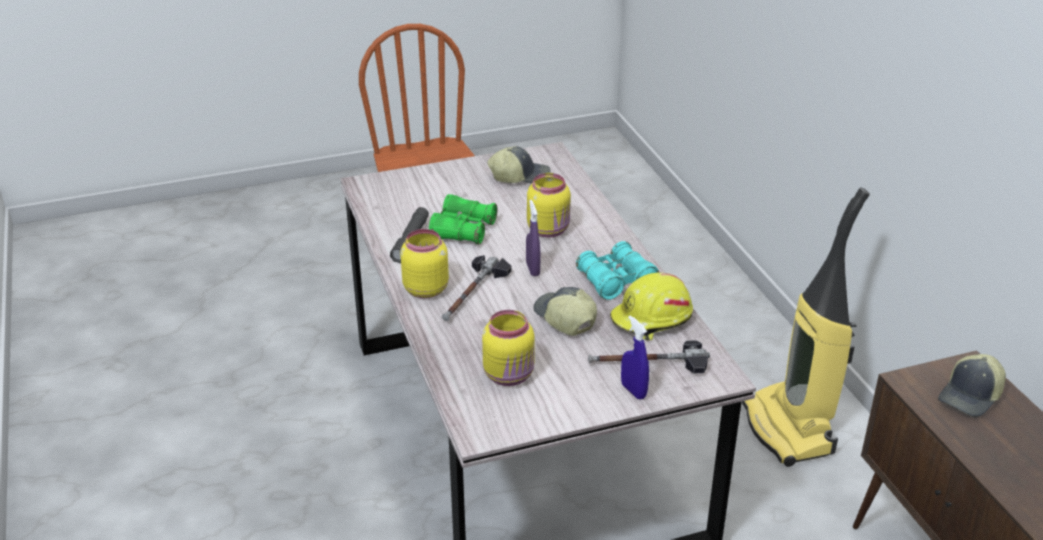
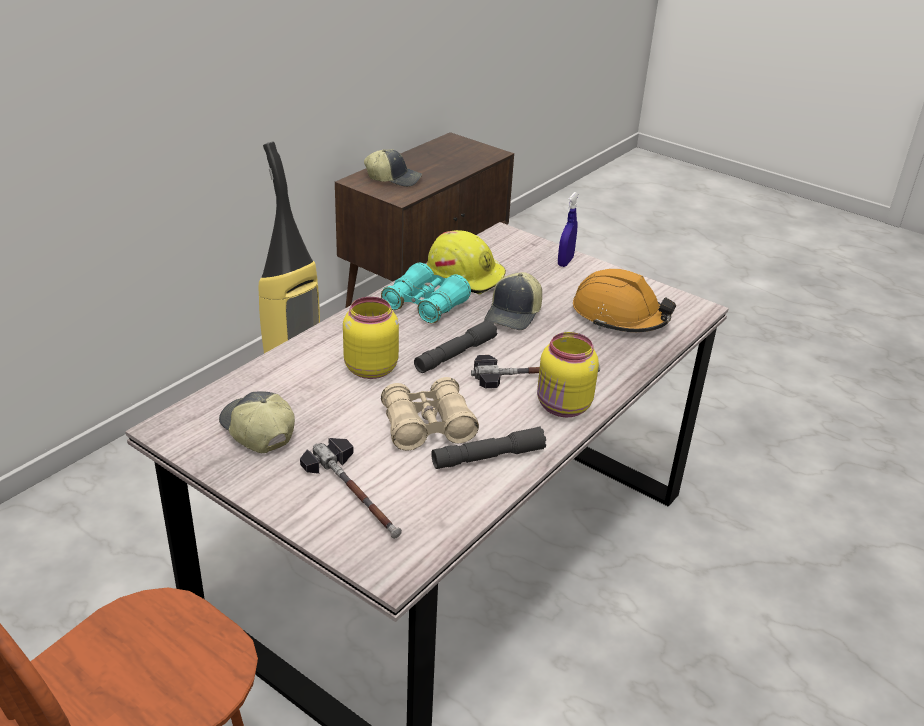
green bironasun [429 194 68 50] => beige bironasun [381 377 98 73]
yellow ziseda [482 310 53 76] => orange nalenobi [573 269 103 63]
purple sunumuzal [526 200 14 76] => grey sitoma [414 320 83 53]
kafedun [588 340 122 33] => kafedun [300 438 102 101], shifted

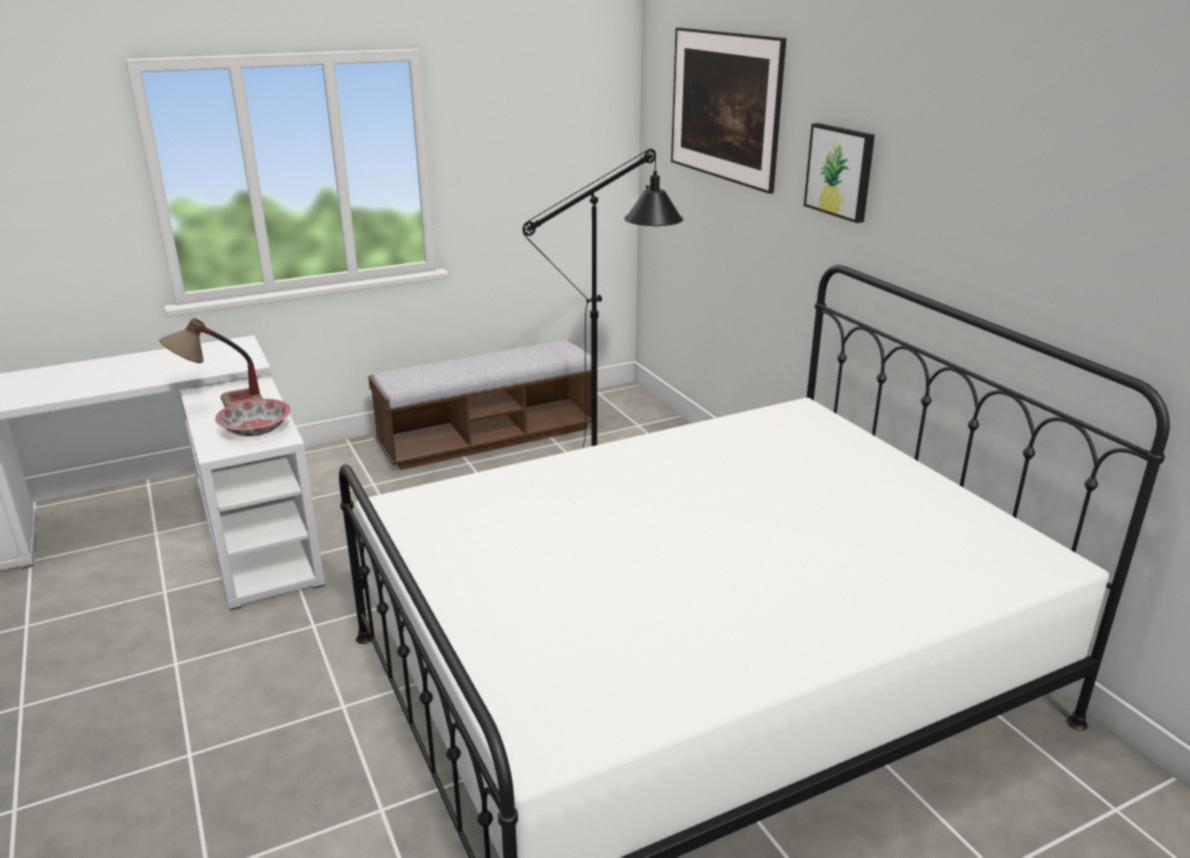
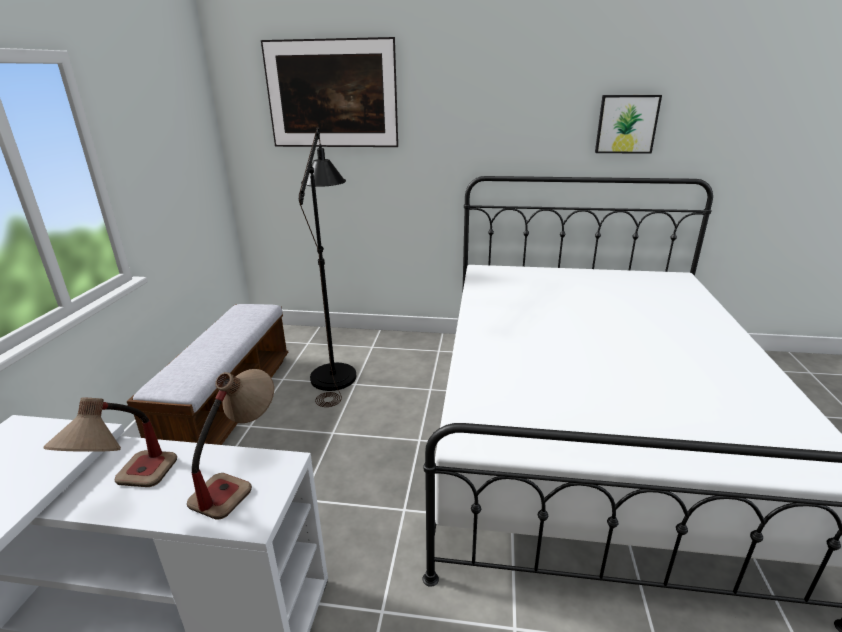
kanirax [215 399 76 37] => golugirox [187 369 87 151]
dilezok [804 123 71 100] => dilezok [595 95 67 59], shifted

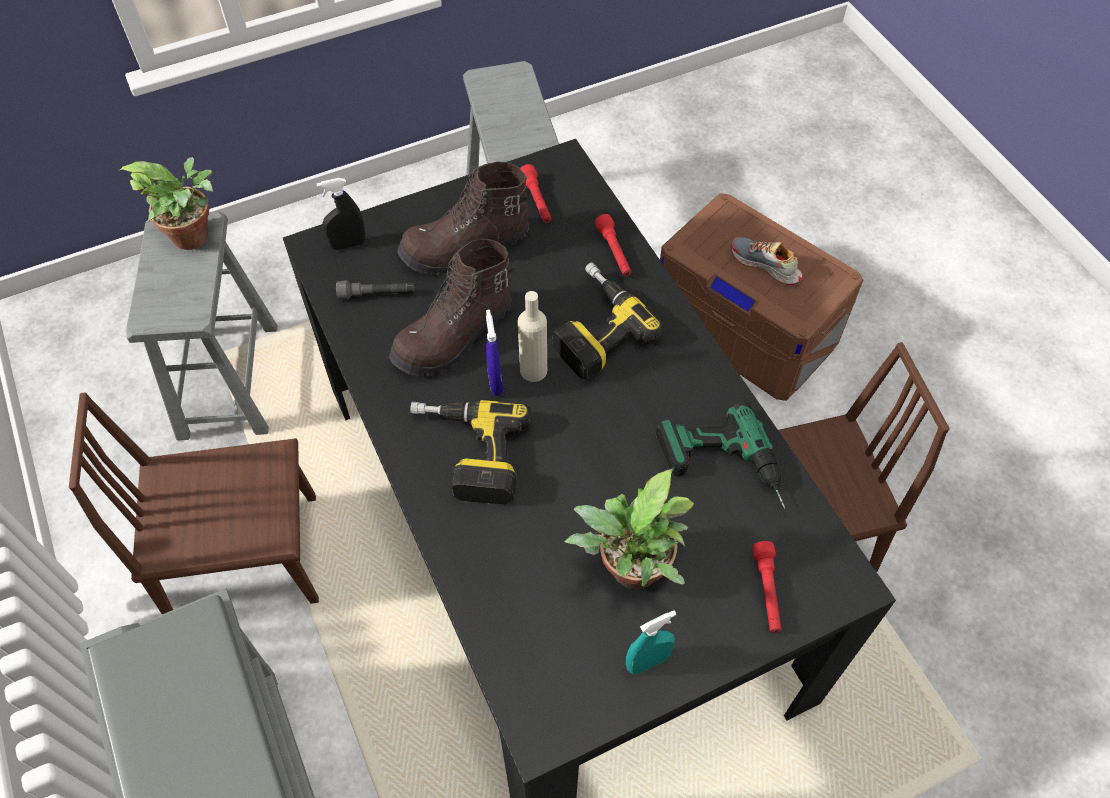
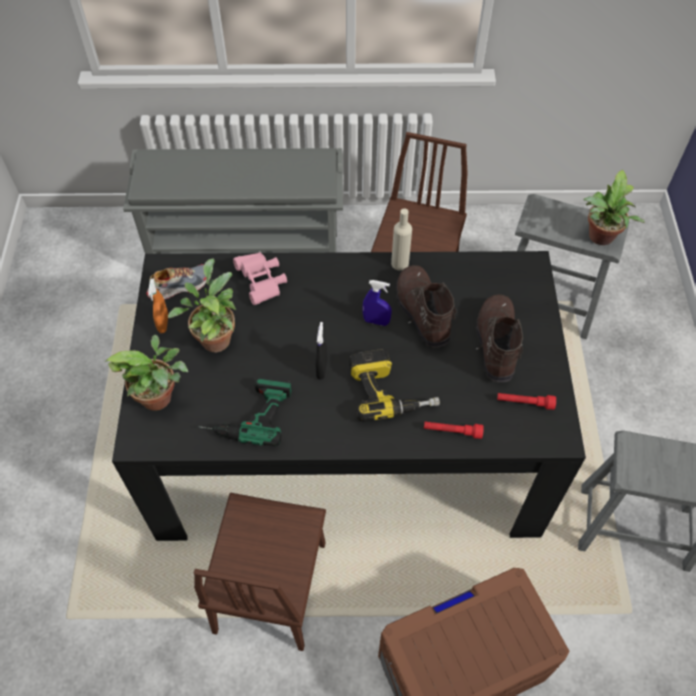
black sunumuzal [316 178 49 72] => black sunumuzal [316 322 11 58], shifted
grey sitoma [336 280 78 20] => nothing
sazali [410 400 122 104] => nothing
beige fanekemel [518 291 29 91] => beige fanekemel [391 209 21 62], shifted
turquoise sunumuzal [626 611 50 64] => orange sunumuzal [148 279 20 54]
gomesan [731 237 72 48] => gomesan [146 264 61 36], shifted
red sitoma [752 541 30 92] => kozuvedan [104 335 84 76]
nothing => pink bironasun [233 252 54 53]

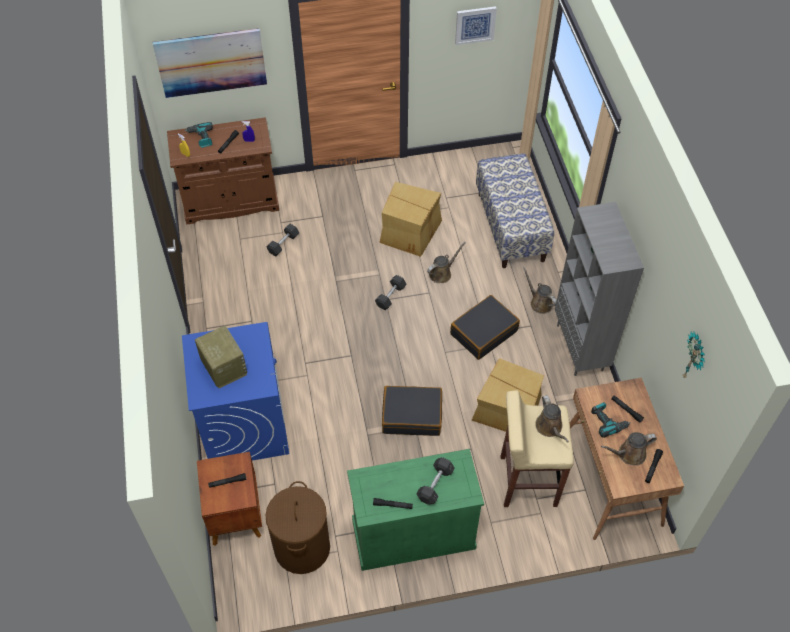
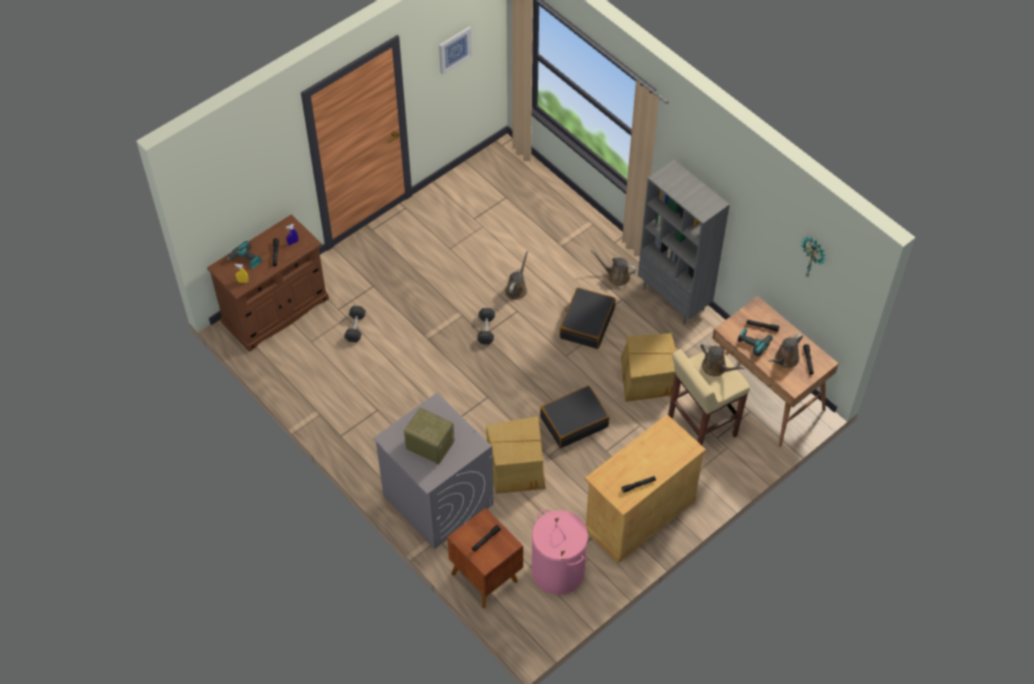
dilezok [153 28 114 70] => nothing
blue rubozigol [182 322 107 139] => grey rubozigol [373 392 121 157]
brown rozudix [266 481 64 93] => pink rozudix [532 509 56 86]
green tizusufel [347 449 137 122] => beige tizusufel [584 414 122 150]
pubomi [379 182 63 75] => pubomi [486 416 60 78], shifted
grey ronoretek [416 457 39 48] => nothing
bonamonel [476 153 78 115] => nothing

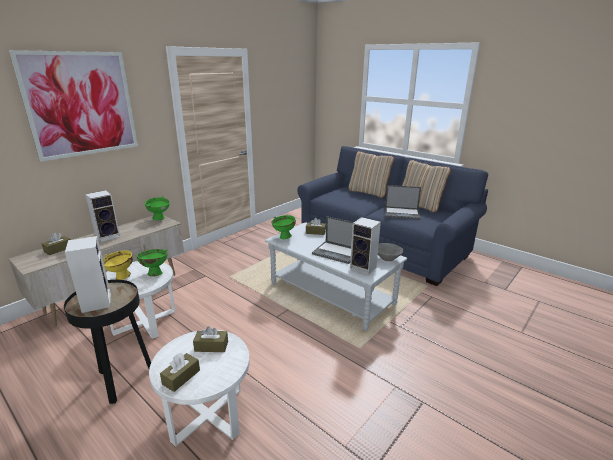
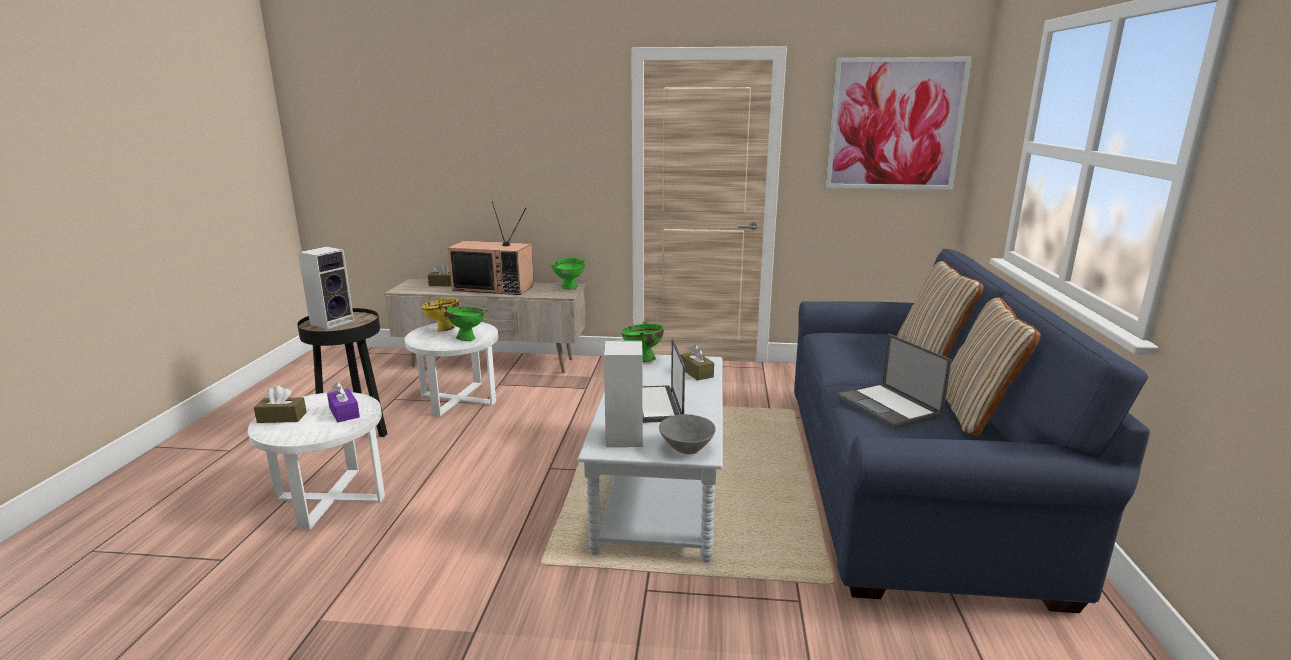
dilezok [9 50 129 112] => dilezok [826 57 146 133], shifted
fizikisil [85 190 35 52] => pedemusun [448 201 86 94]
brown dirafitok [193 326 35 26] => purple dirafitok [327 382 33 40]

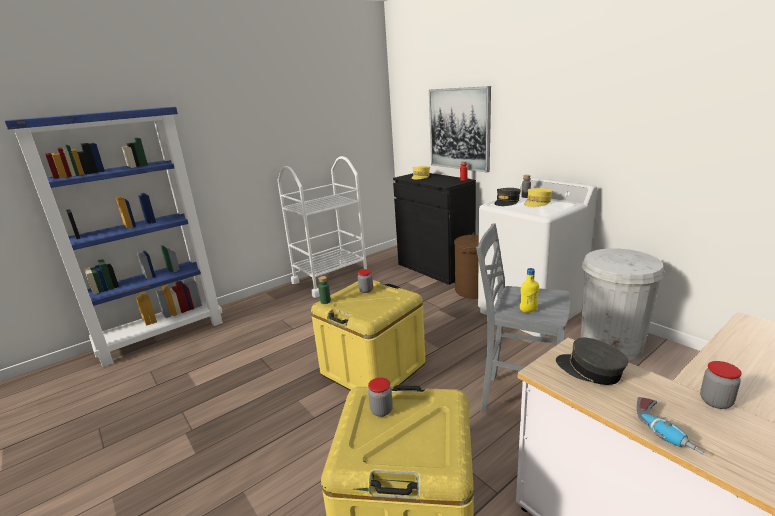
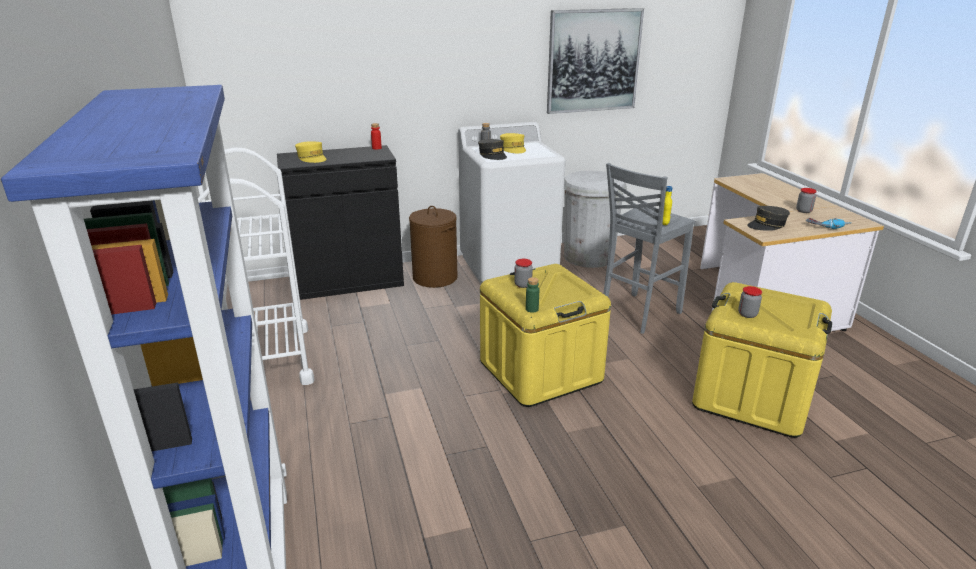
dilezok [429 86 62 86] => dilezok [547 8 97 106], shifted

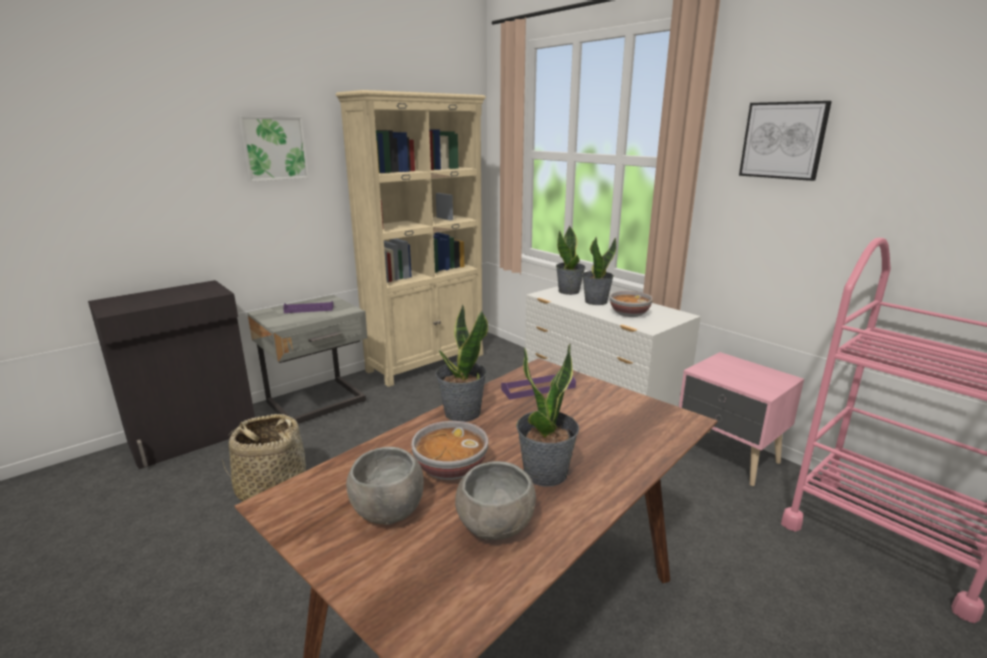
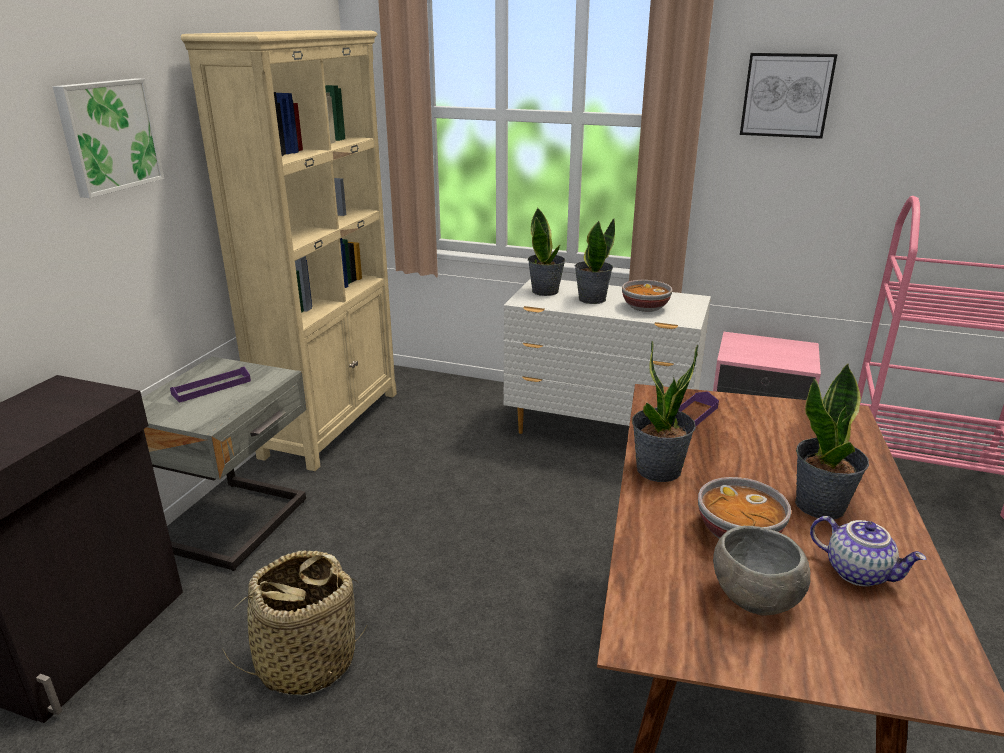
grey kanirax [455 461 81 79] => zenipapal [810 516 116 71]

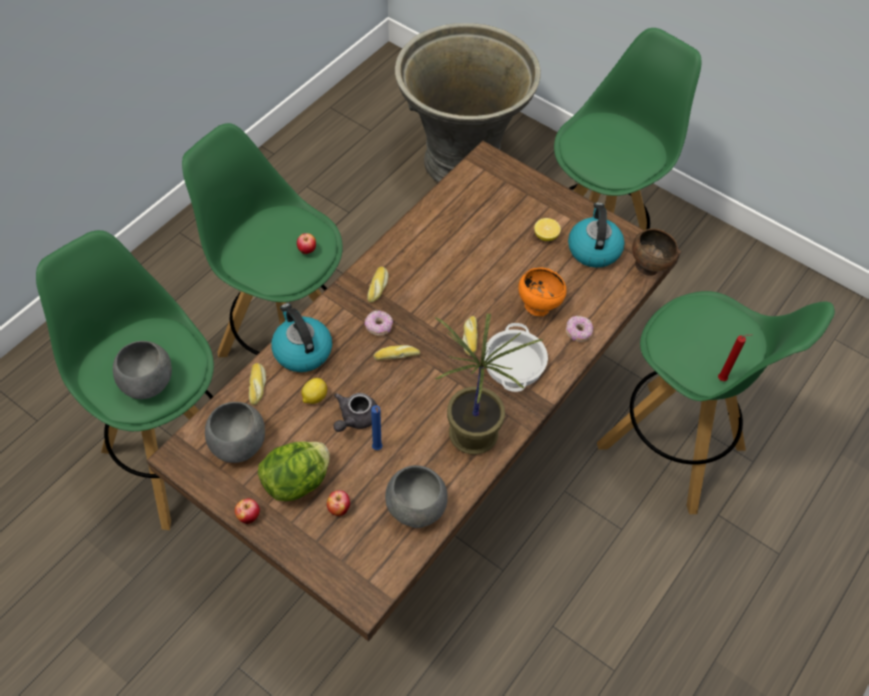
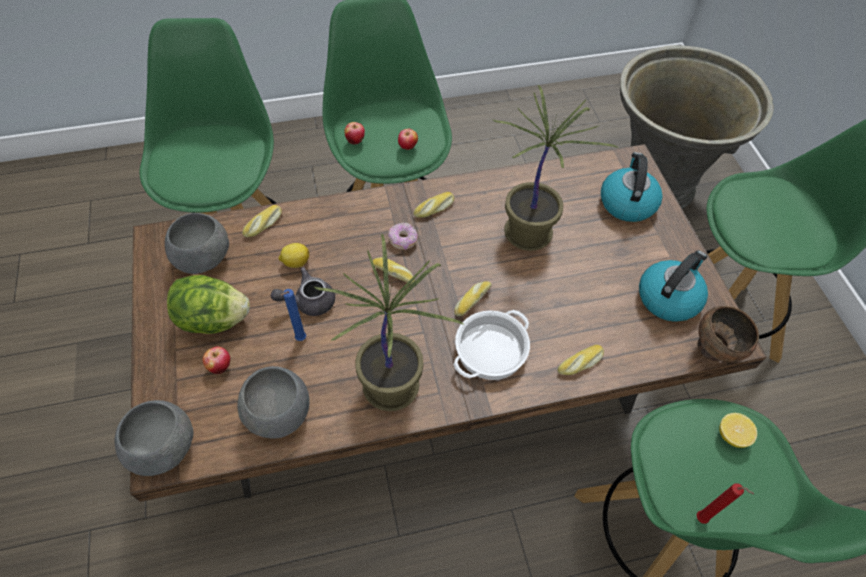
grey kanirax [113 341 59 58] => grey kanirax [115 400 79 76], shifted
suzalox [235 498 25 26] => suzalox [345 122 20 23], shifted
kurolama [271 303 61 69] => kurolama [601 152 62 70], shifted
orange kanirax [518 267 49 49] => nothing
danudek [534 218 27 23] => danudek [719 413 38 35], shifted
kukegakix [566 316 27 26] => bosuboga [557 345 47 30]
nothing => kozuvedan [492 85 127 166]

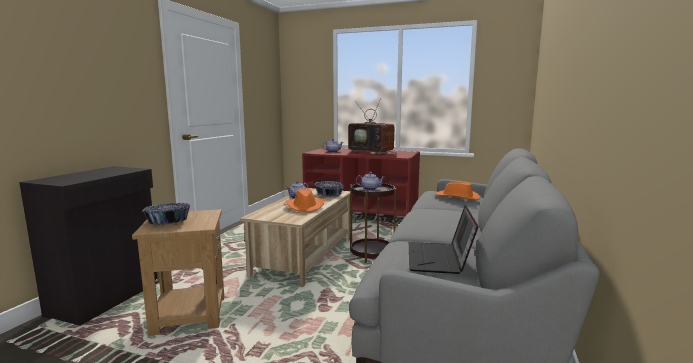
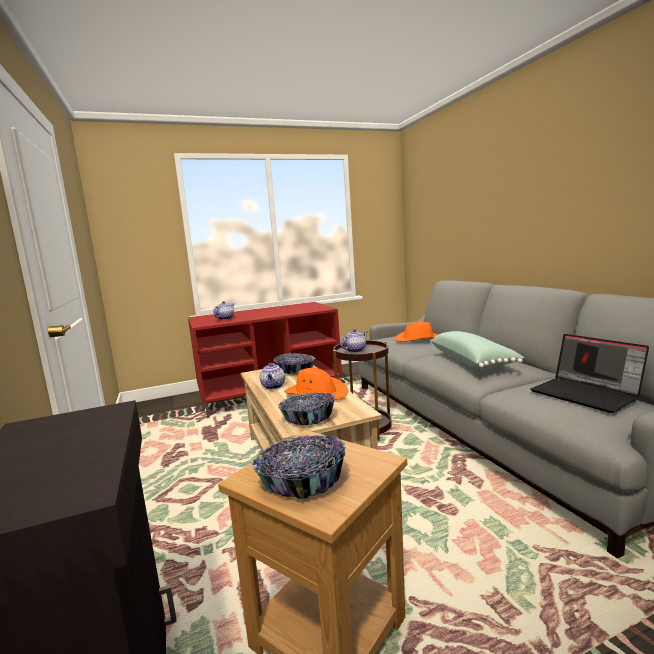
pedemusun [348 101 49 53] => nothing
nothing => kanirax [278 393 57 33]
nothing => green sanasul [430 331 94 38]

